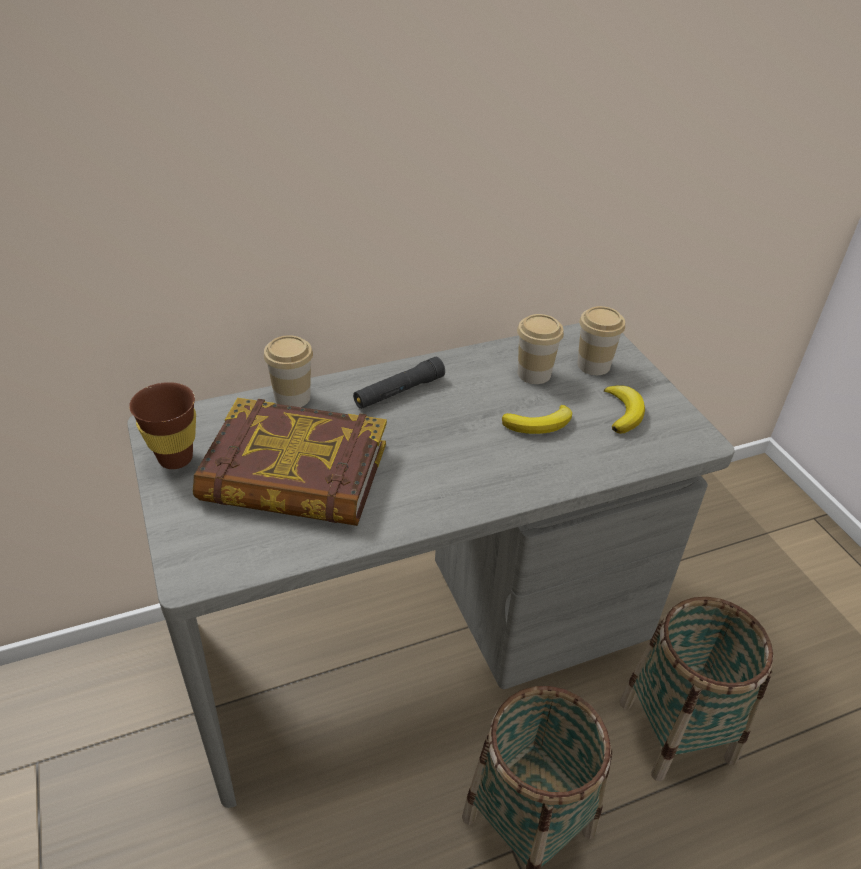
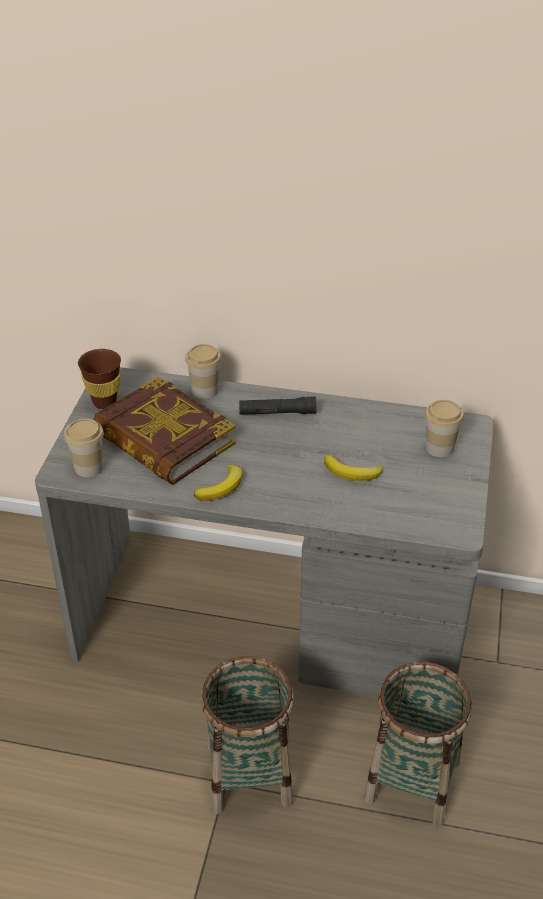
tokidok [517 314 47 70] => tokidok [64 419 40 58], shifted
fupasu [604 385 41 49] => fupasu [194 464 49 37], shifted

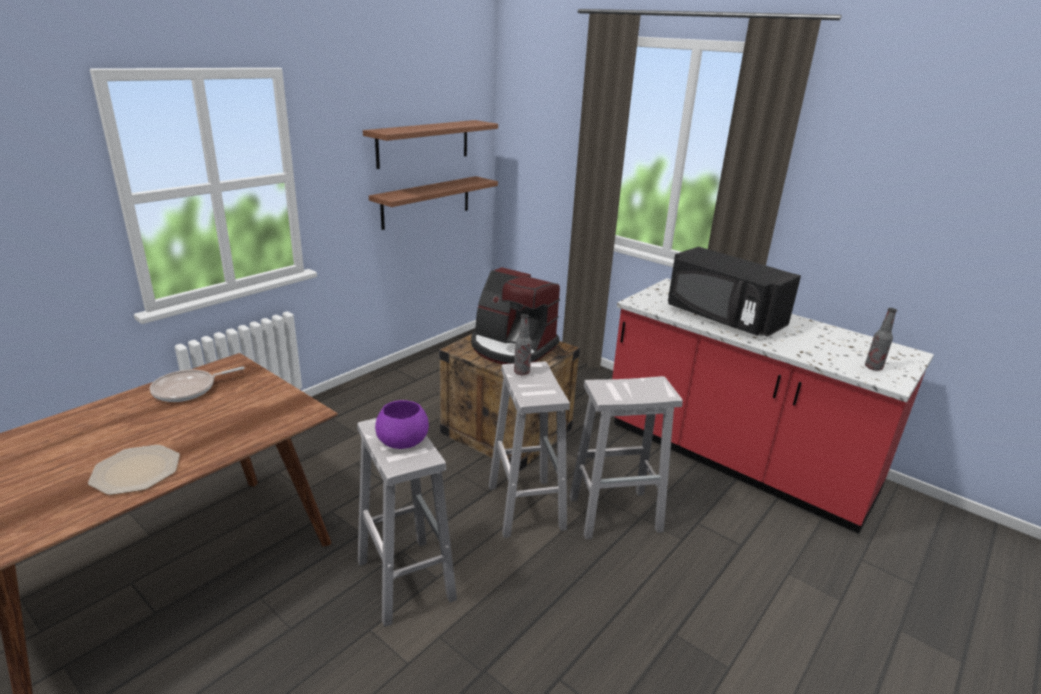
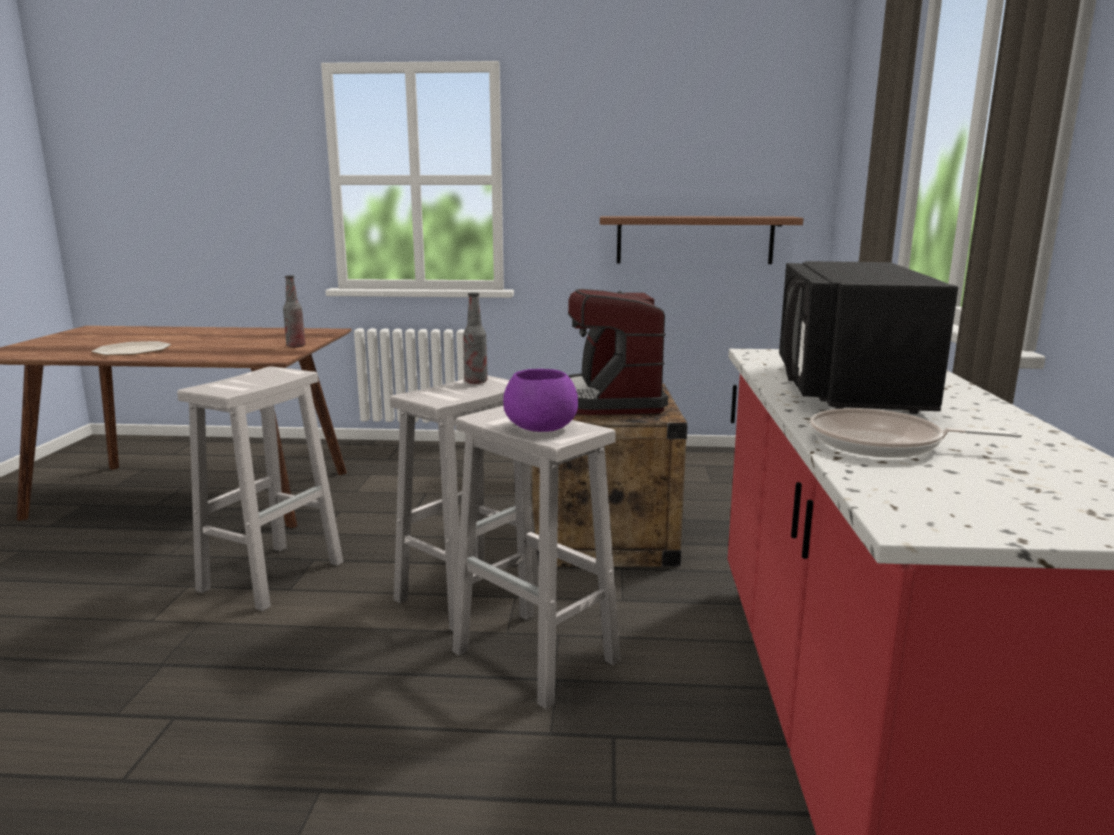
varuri [150 366 95 36] => varuri [810 408 212 50], shifted
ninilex [363 120 135 49] => nothing
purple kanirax [375 400 54 49] => purple kanirax [503 369 75 63], shifted
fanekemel [865 308 32 63] => fanekemel [283 276 22 72], shifted

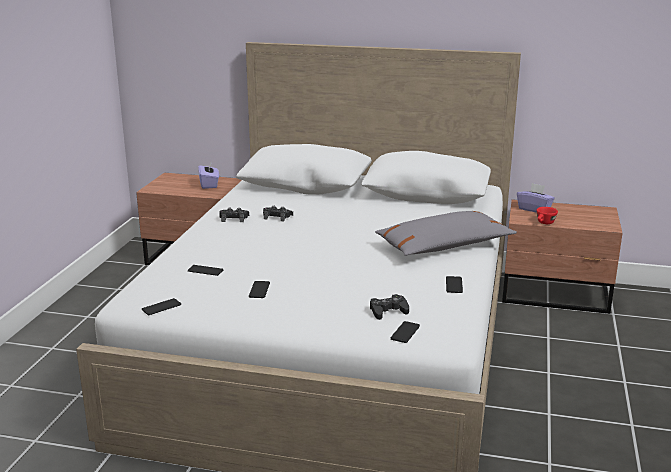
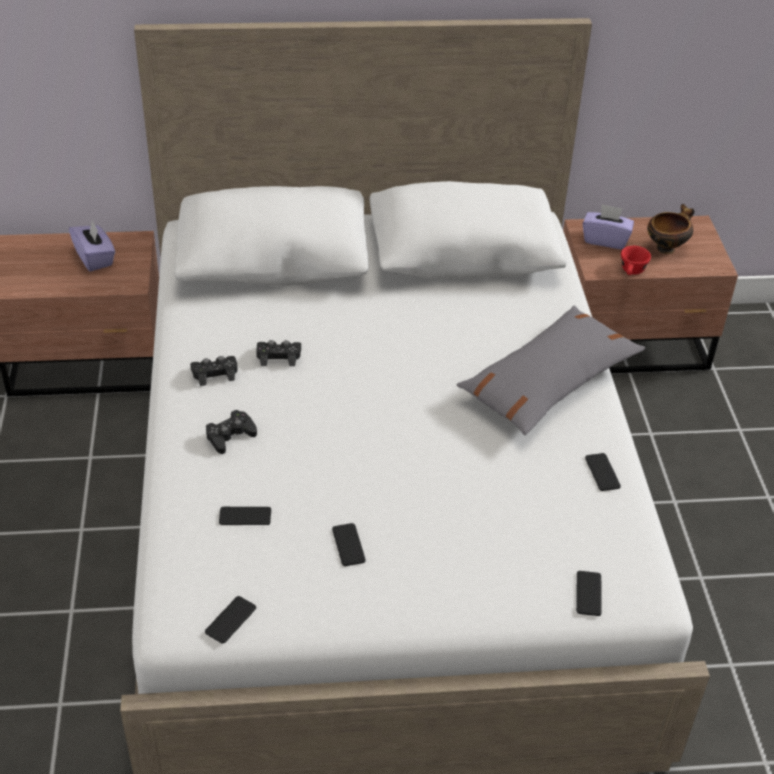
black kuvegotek [370 294 39 26] => black kuvegotek [206 410 51 44], shifted
nothing => kanirax [647 204 47 50]

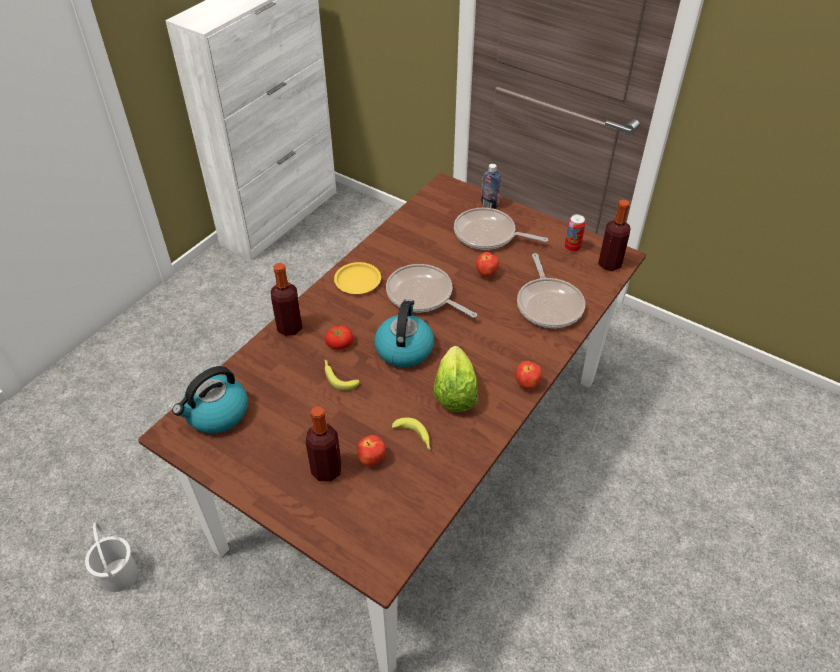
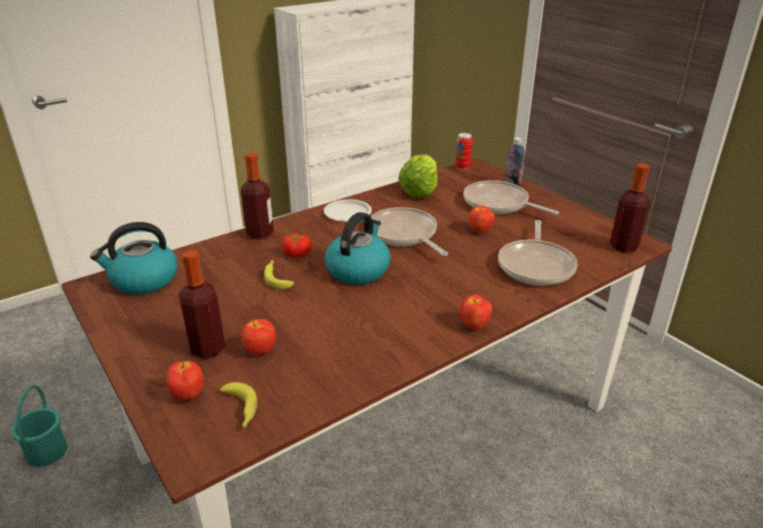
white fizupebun [85 522 53 70] => turquoise fizupebun [11 385 56 82]
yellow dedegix [334 262 47 32] => white dedegix [324 199 48 23]
fupasu [392 418 39 32] => fupasu [220 382 37 46], shifted
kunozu [433 346 45 66] => kunozu [398 154 39 44], shifted
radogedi [565 214 20 38] => radogedi [455 133 18 37], shifted
nothing => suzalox [166 361 37 40]

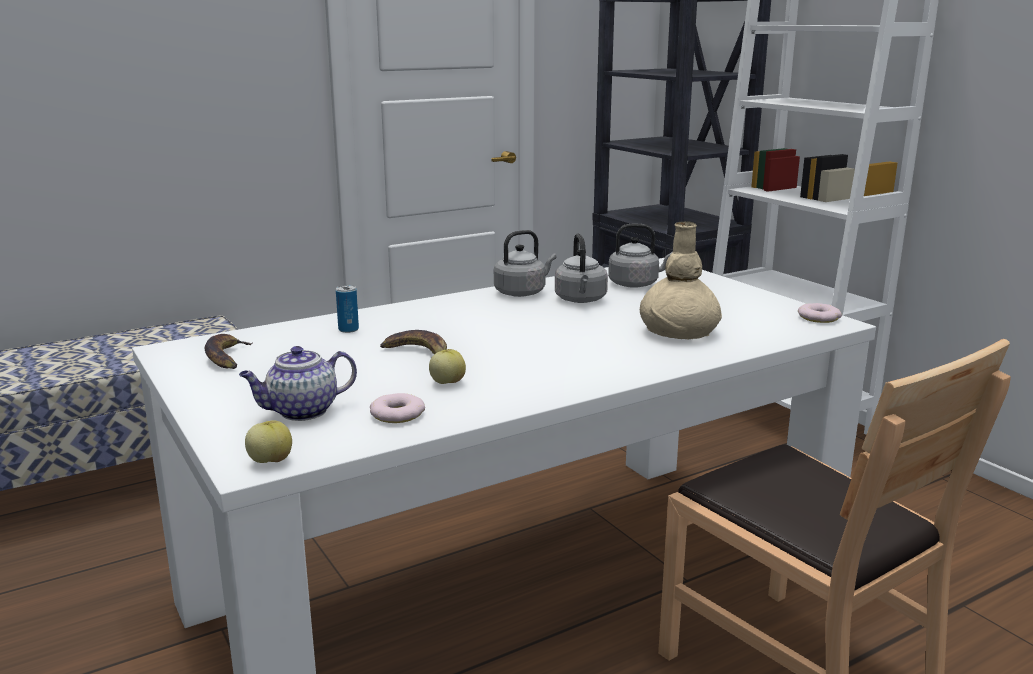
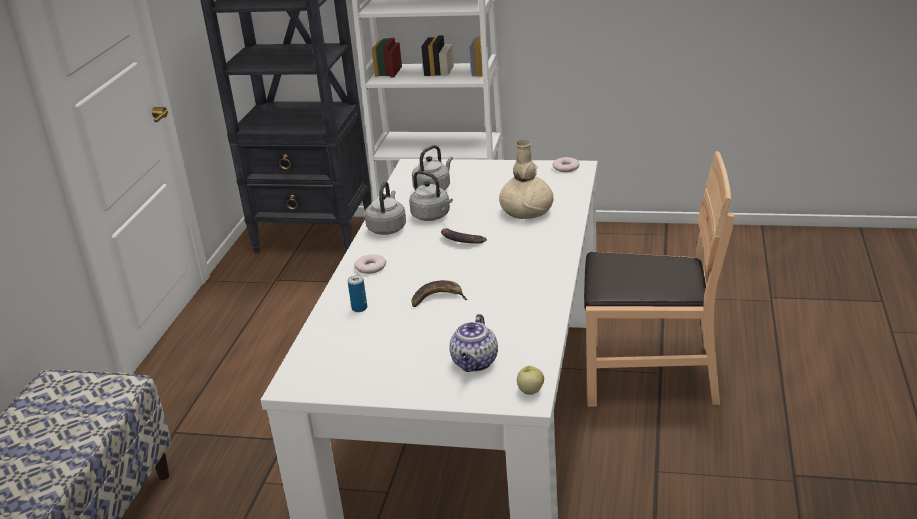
fupasu [205 334 48 35] => fupasu [441 228 46 16], shifted
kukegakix [370 393 55 30] => kukegakix [354 254 32 20], shifted
suzalox [429 349 37 35] => nothing

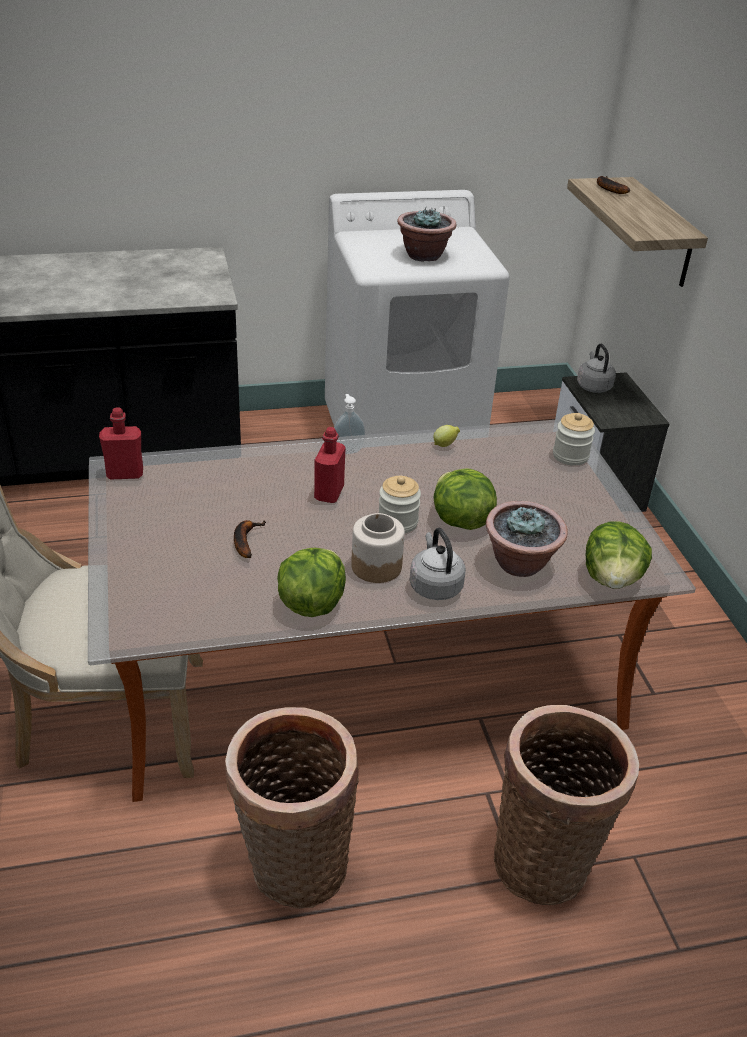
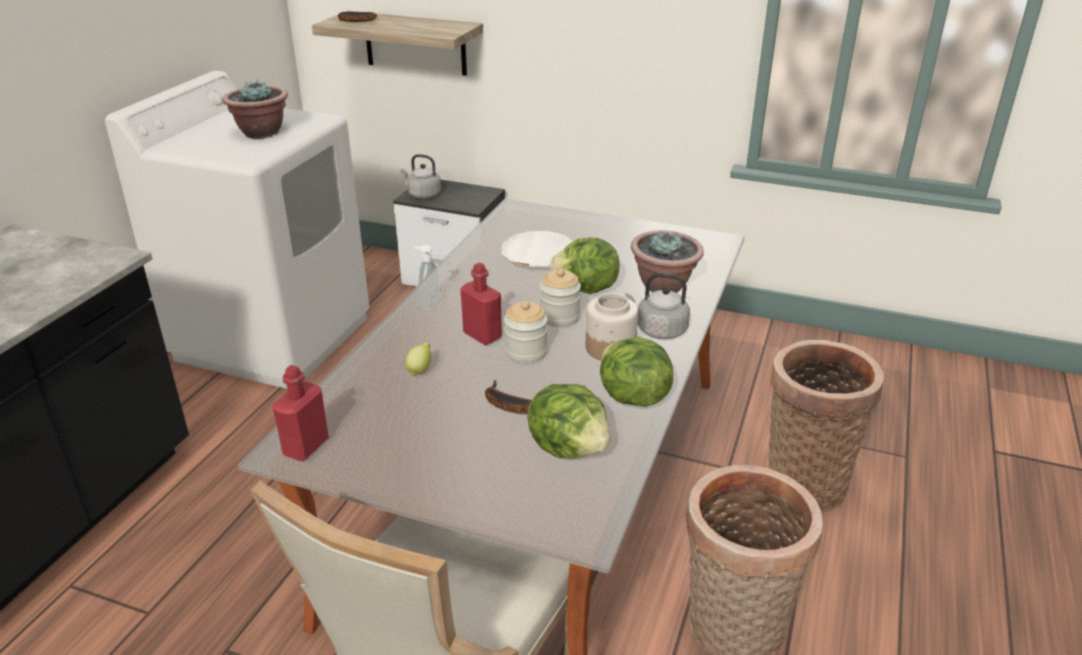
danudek [433 425 27 22] => danudek [405 342 26 34], shifted
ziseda [553 413 42 53] => ziseda [504 301 44 62], shifted
kunozu [586 521 66 68] => kunozu [527 384 84 74], shifted
nothing => white dedegix [501 231 72 36]

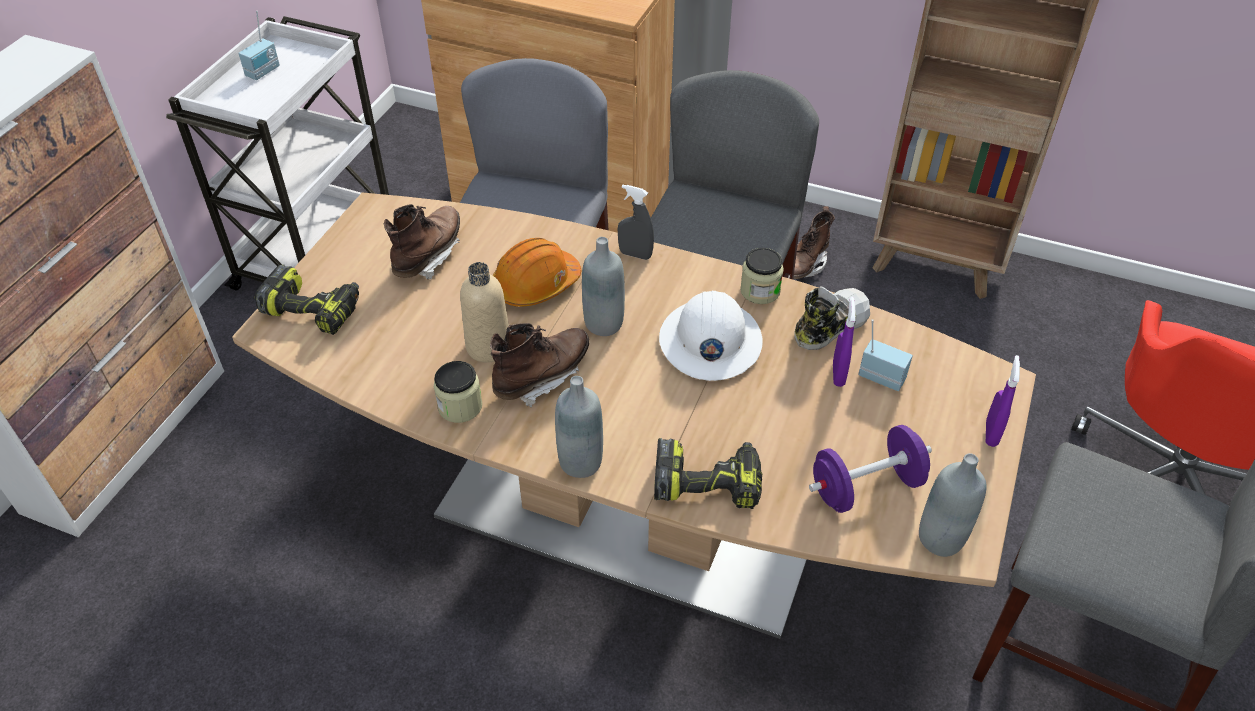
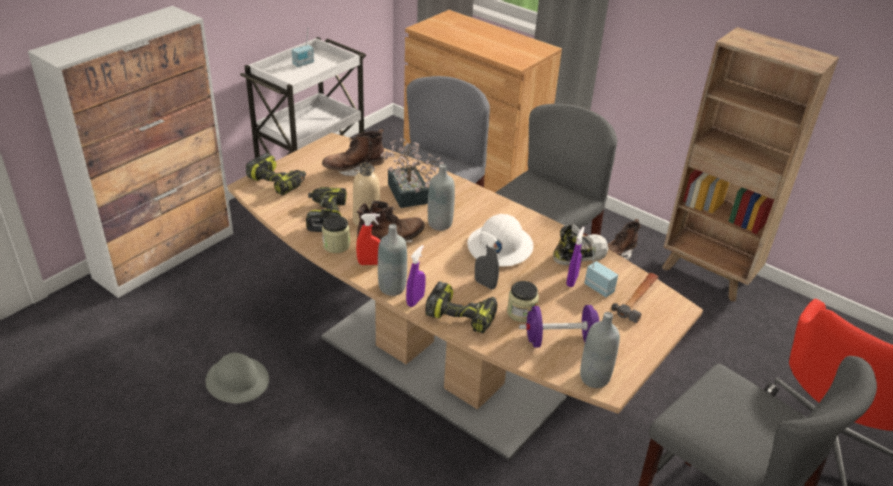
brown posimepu [384 204 76 76] => brown posimepu [322 129 62 47], 150 degrees counterclockwise
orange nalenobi [493 238 88 69] => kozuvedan [380 138 64 70]
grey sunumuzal [618 185 36 75] => grey sunumuzal [475 231 24 58], shifted
ziseda [740 248 44 56] => ziseda [507 281 32 41], shifted
purple sunumuzal [986 355 34 92] => purple sunumuzal [406 245 20 62], shifted
nothing => grey nalenobi [206 353 63 50]
nothing => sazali [306 187 41 45]
nothing => red sunumuzal [356 213 24 52]
nothing => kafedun [611 273 48 50]

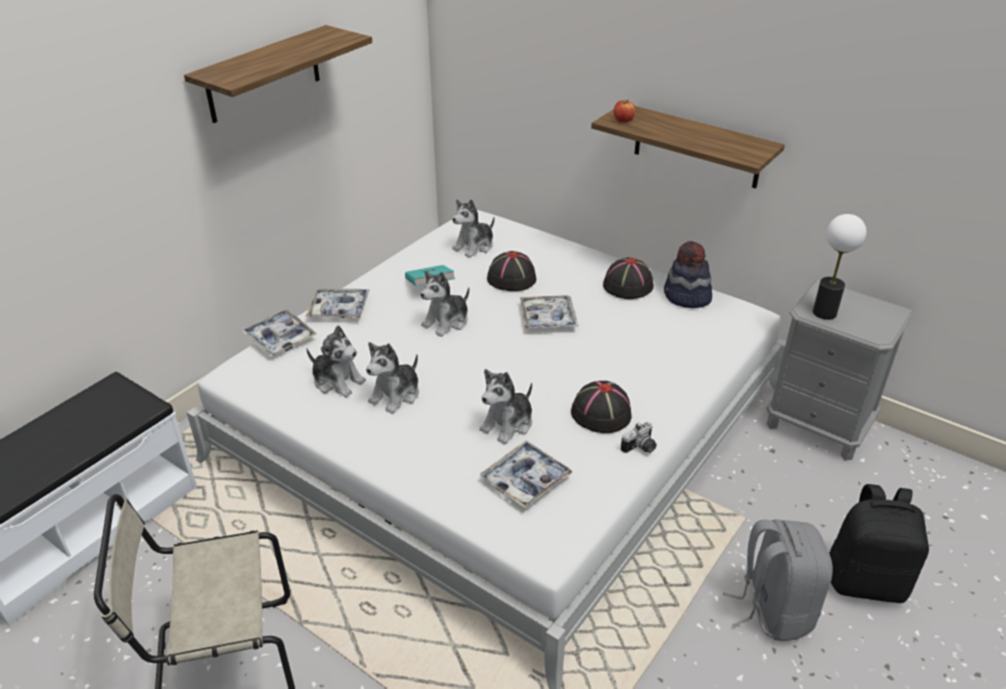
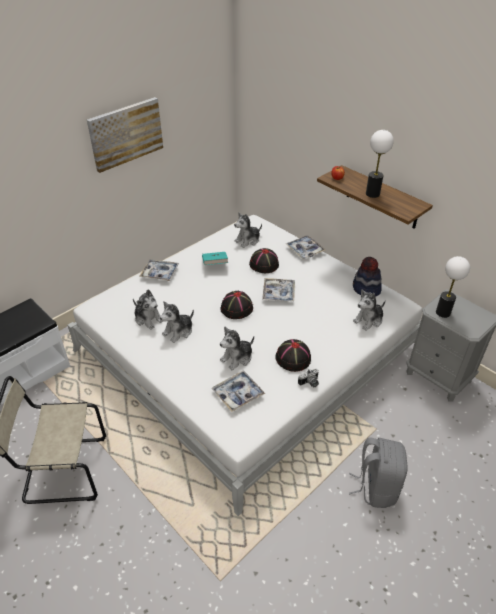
ninilex [184 25 188 98] => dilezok [87 97 76 76]
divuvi [241 310 76 46] => divuvi [286 235 40 24], shifted
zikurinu [420 271 49 66] => zikurinu [353 289 33 42], shifted
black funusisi [603 257 51 42] => black funusisi [221 291 32 28], shifted
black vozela [829 484 100 119] => nothing
nothing => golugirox [366 130 28 68]

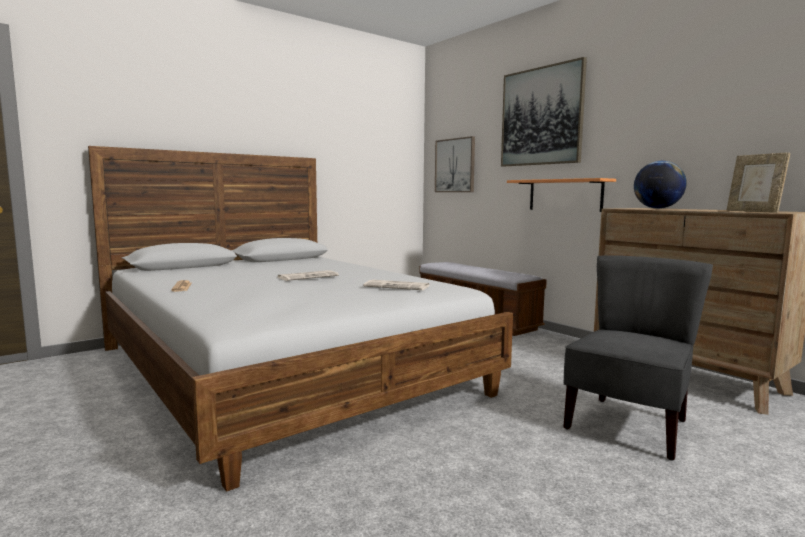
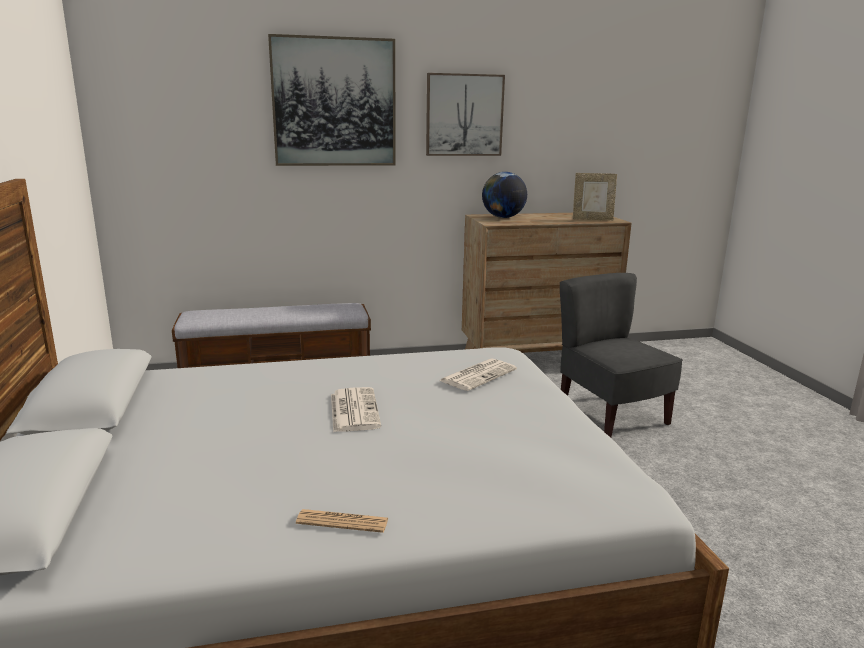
dilezok [435 136 40 56] => dilezok [426 73 79 83], shifted
ninilex [507 178 109 34] => nothing

